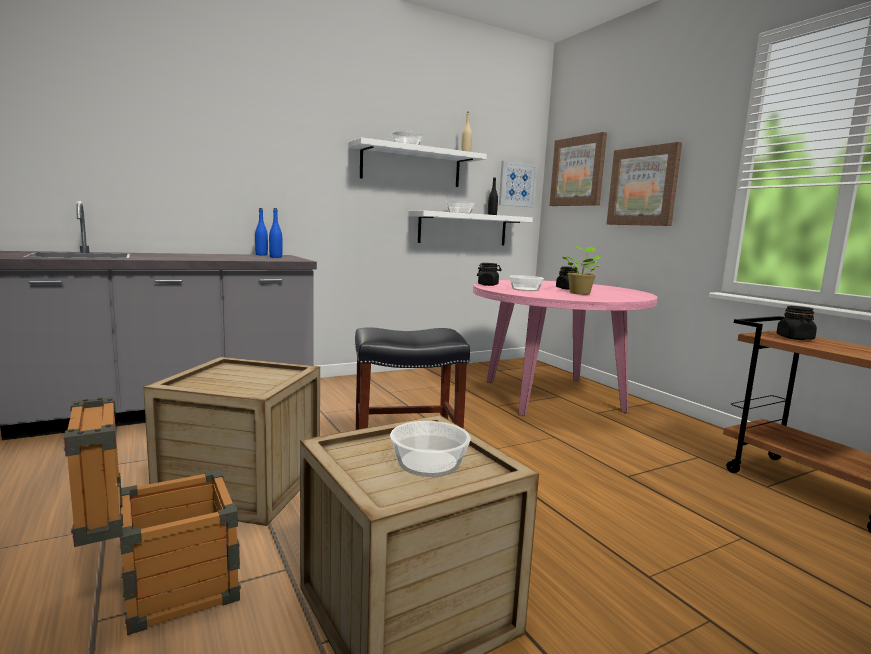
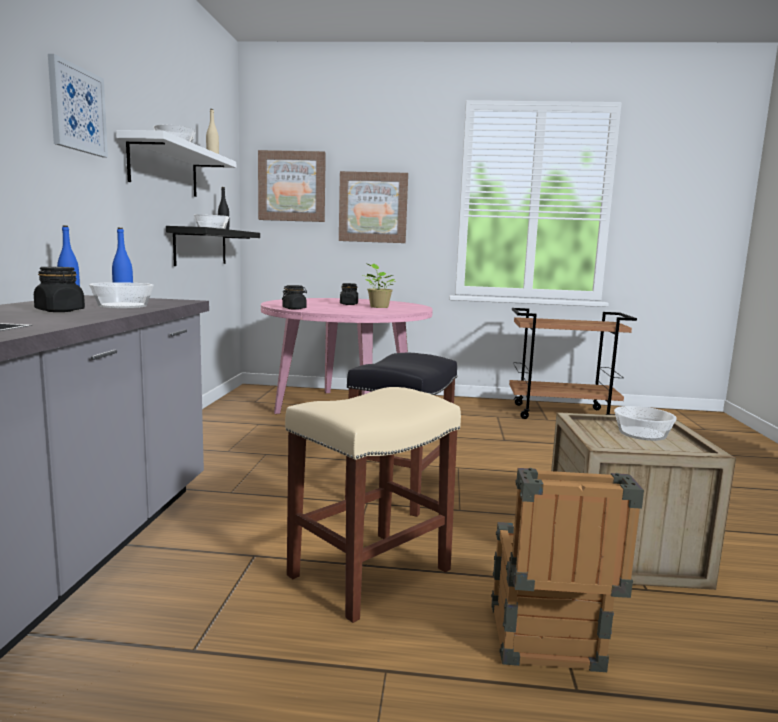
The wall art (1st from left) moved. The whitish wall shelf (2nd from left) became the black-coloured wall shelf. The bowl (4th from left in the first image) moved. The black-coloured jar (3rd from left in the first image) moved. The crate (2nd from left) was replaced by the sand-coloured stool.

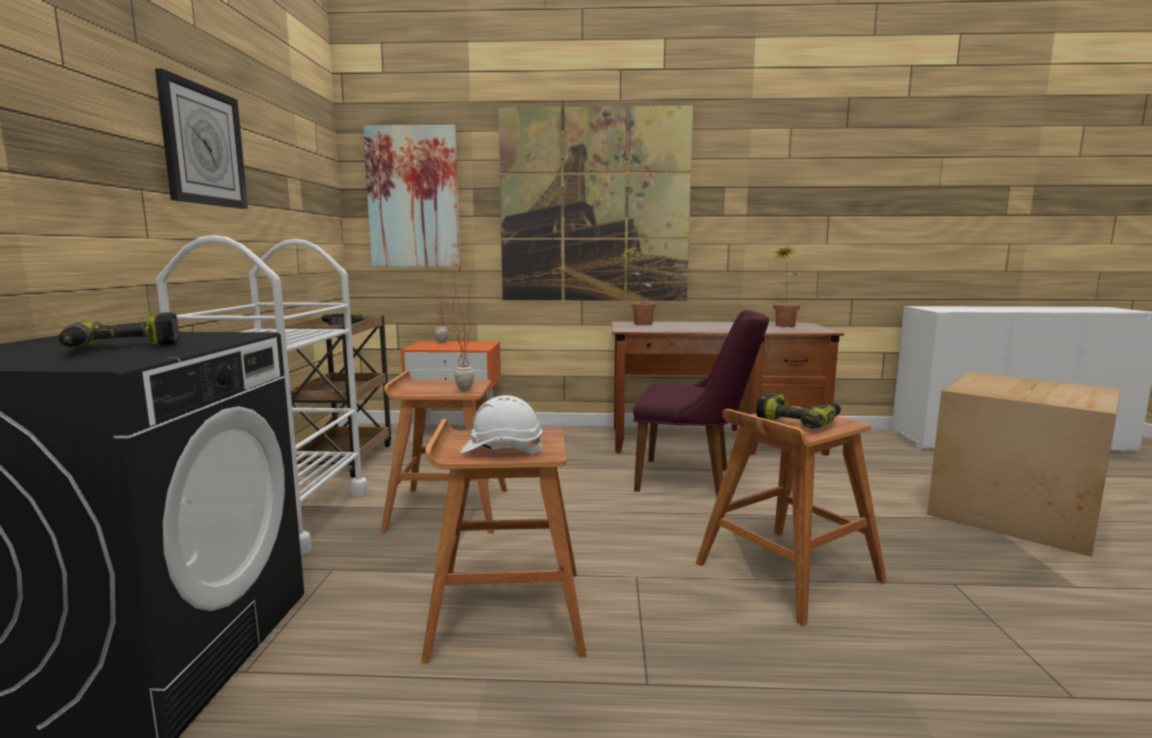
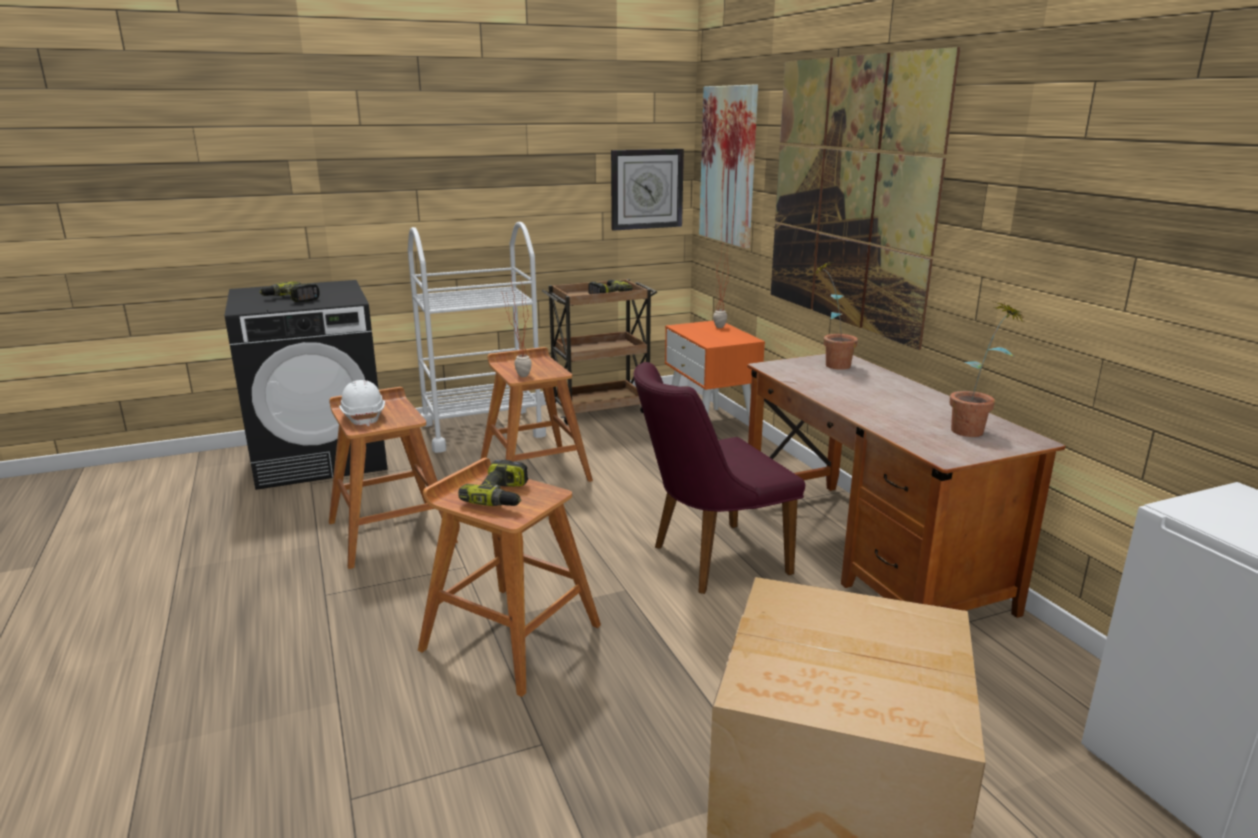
The hanging clock moved. The purplish plain chair turned 75 degrees clockwise.

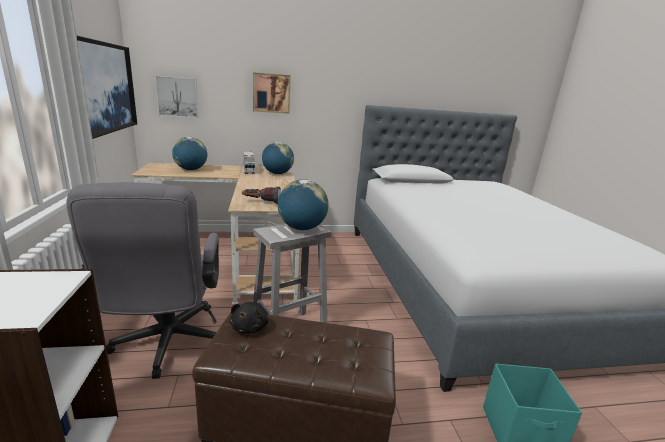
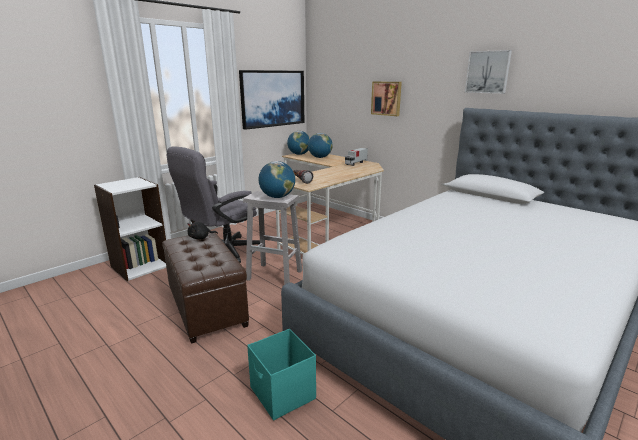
The wall art (2nd from left in the first image) moved. The desk globe (2nd from left) moved.

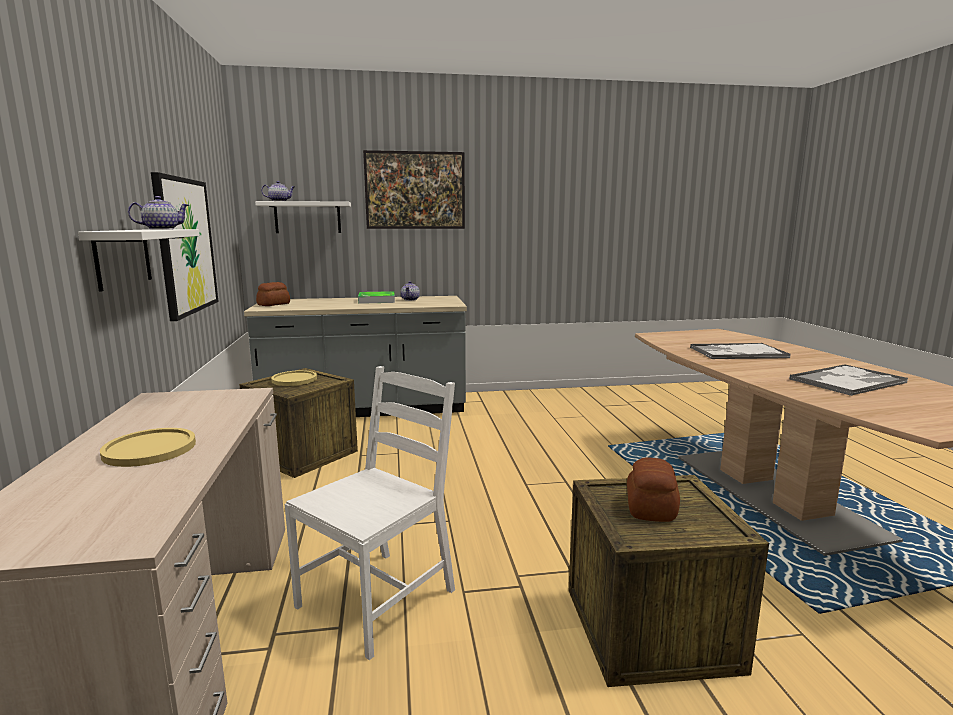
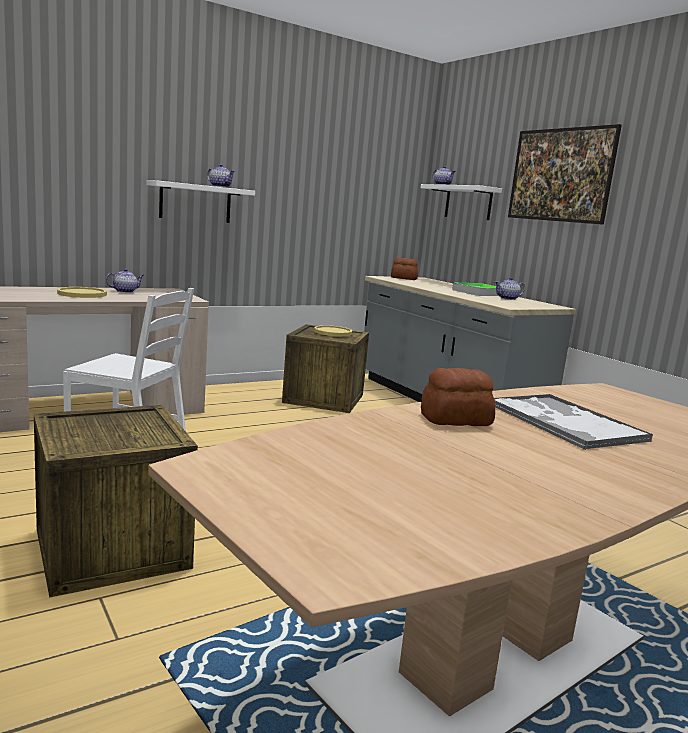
The wall art (1st from left) disappeared. The tray (3rd from left) disappeared. The bakery bread (2nd from left) moved. The teapot (1st from left) appeared.

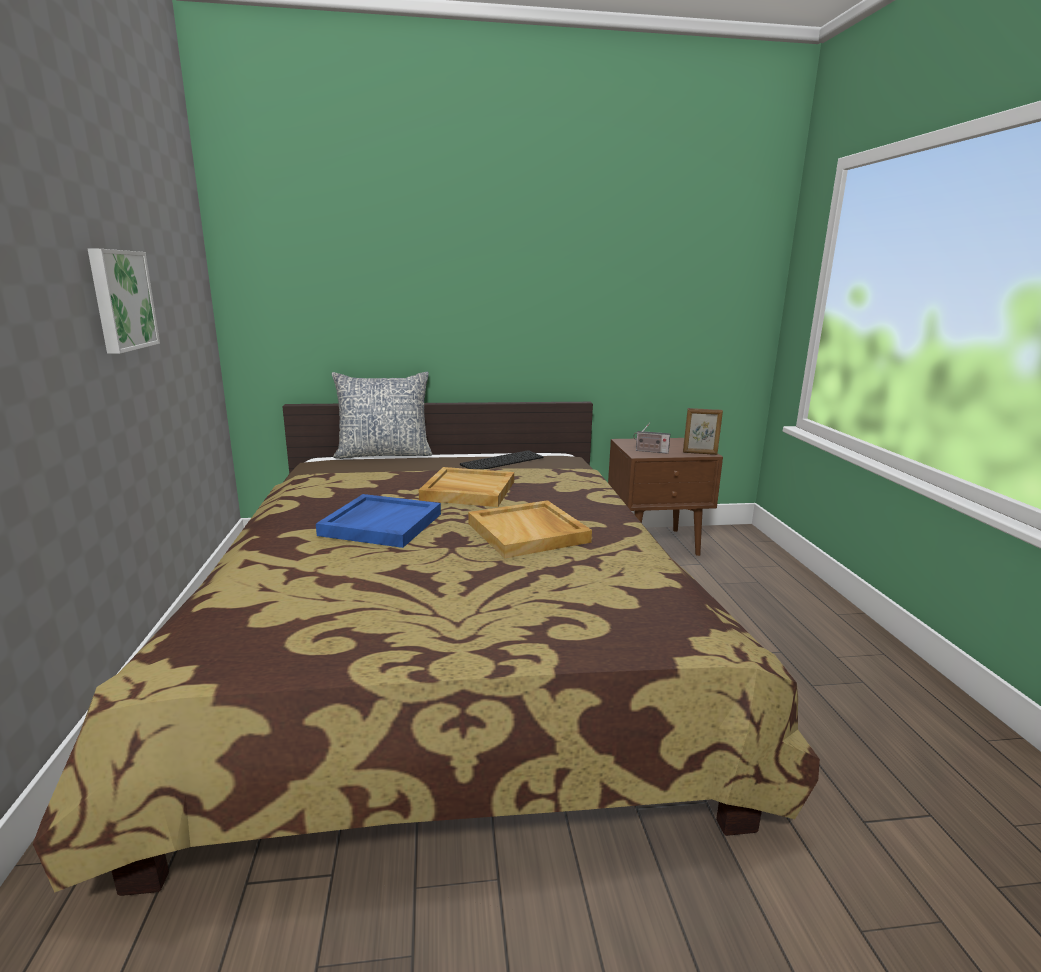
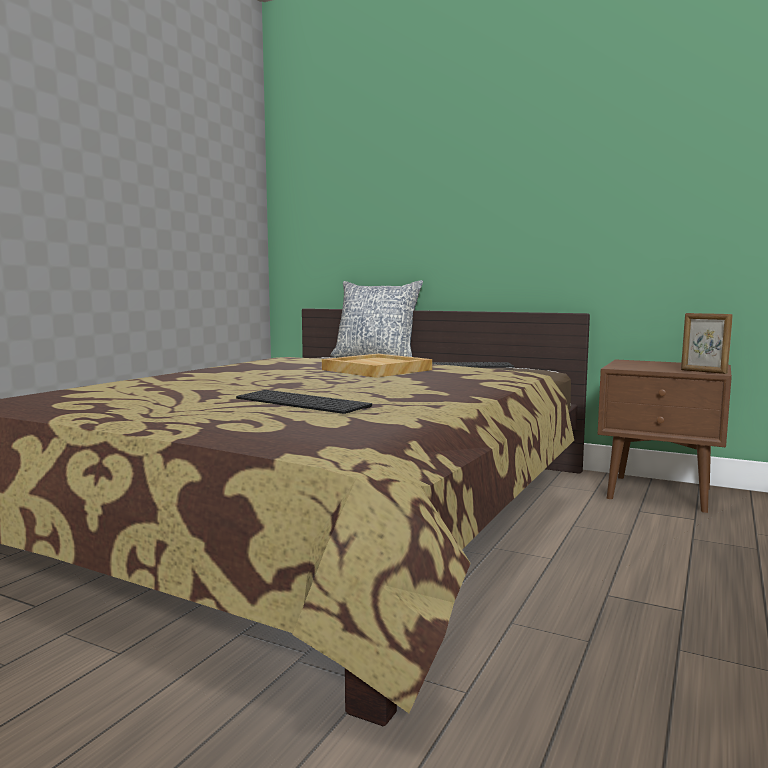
The wall art disappeared. The radio disappeared. The blue tray disappeared. The sand-coloured tray (2nd from left) disappeared. The PC keyboard (1st from left) appeared.

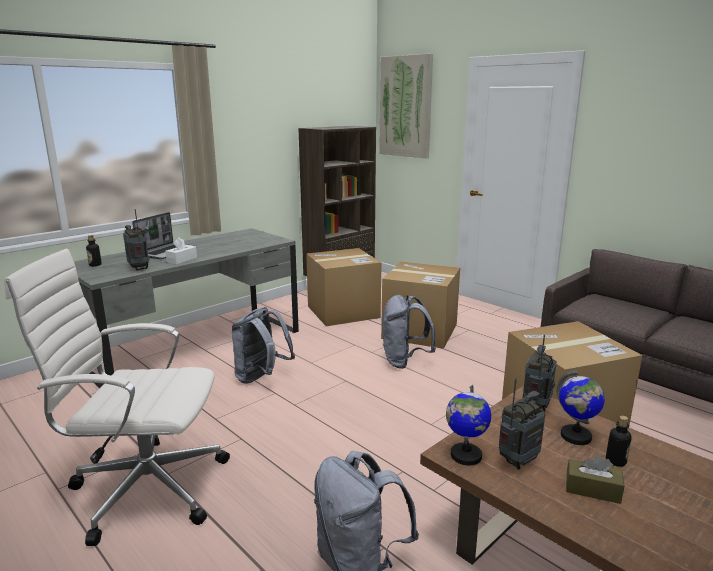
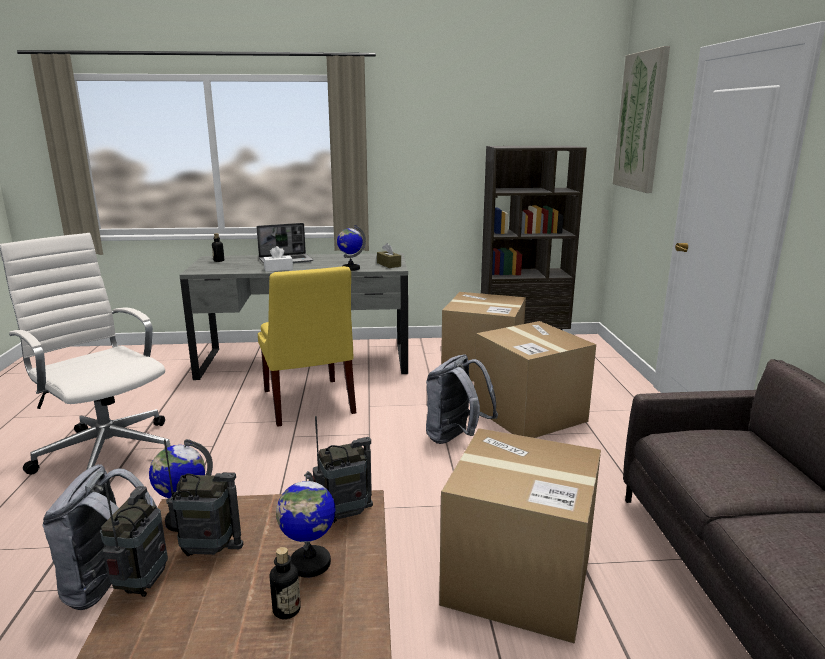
The radio (1st from left) moved. The gray backpack (1st from left) was replaced by the yellow plain chair. The brownish tissue holder moved. The desk globe (3rd from left) appeared.

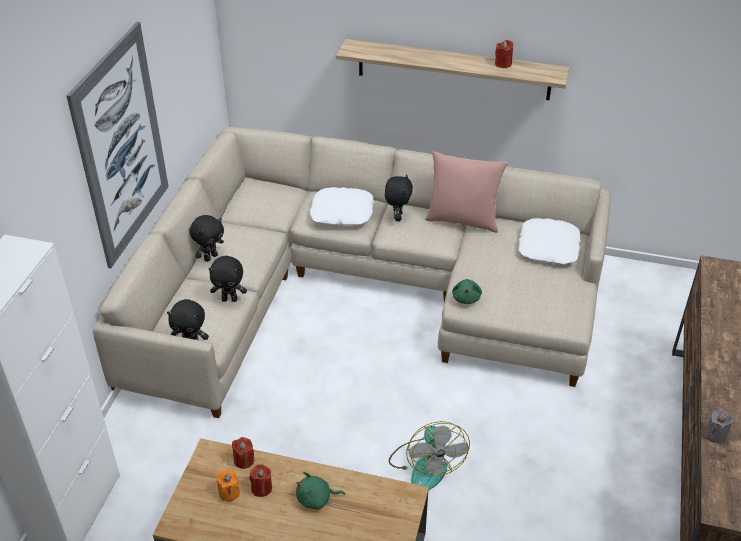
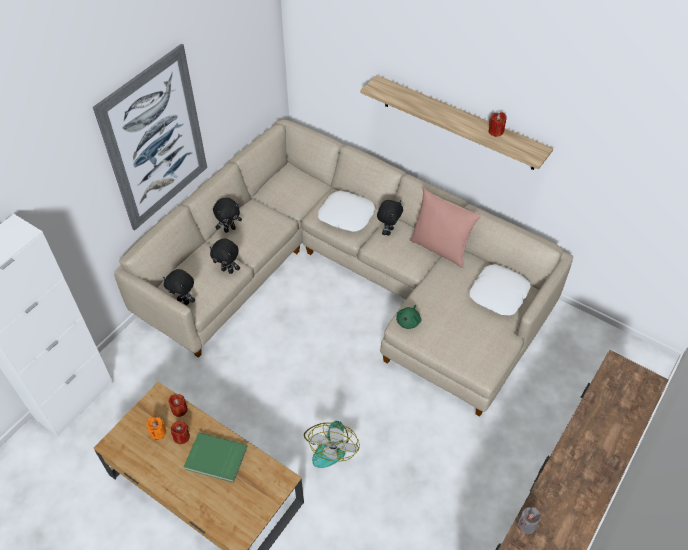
The green soft toy (1st from left) was replaced by the green volume.

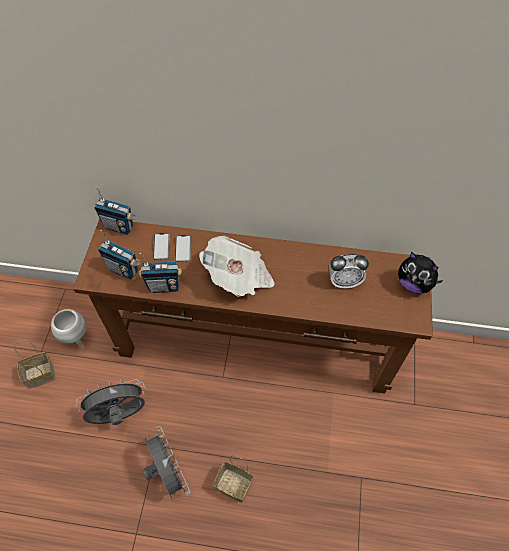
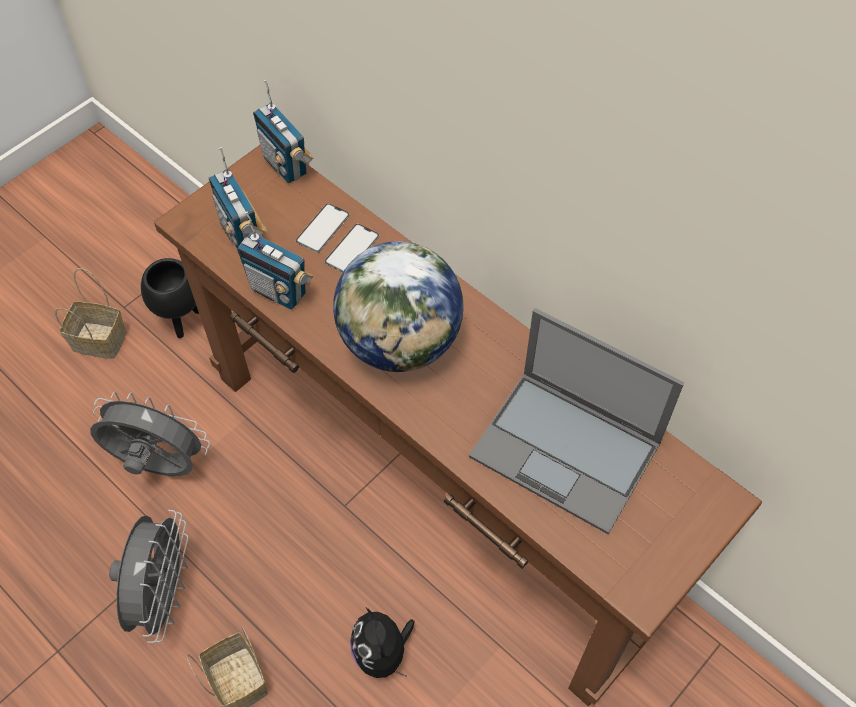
The printed paper was replaced by the desk globe. The soft toy moved. The alarm clock was replaced by the notebook computer. The whitish plant pot became the black-coloured plant pot.

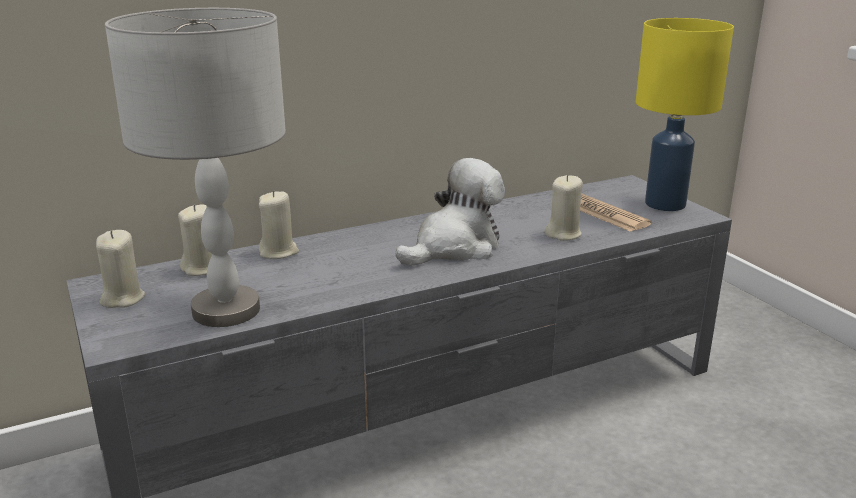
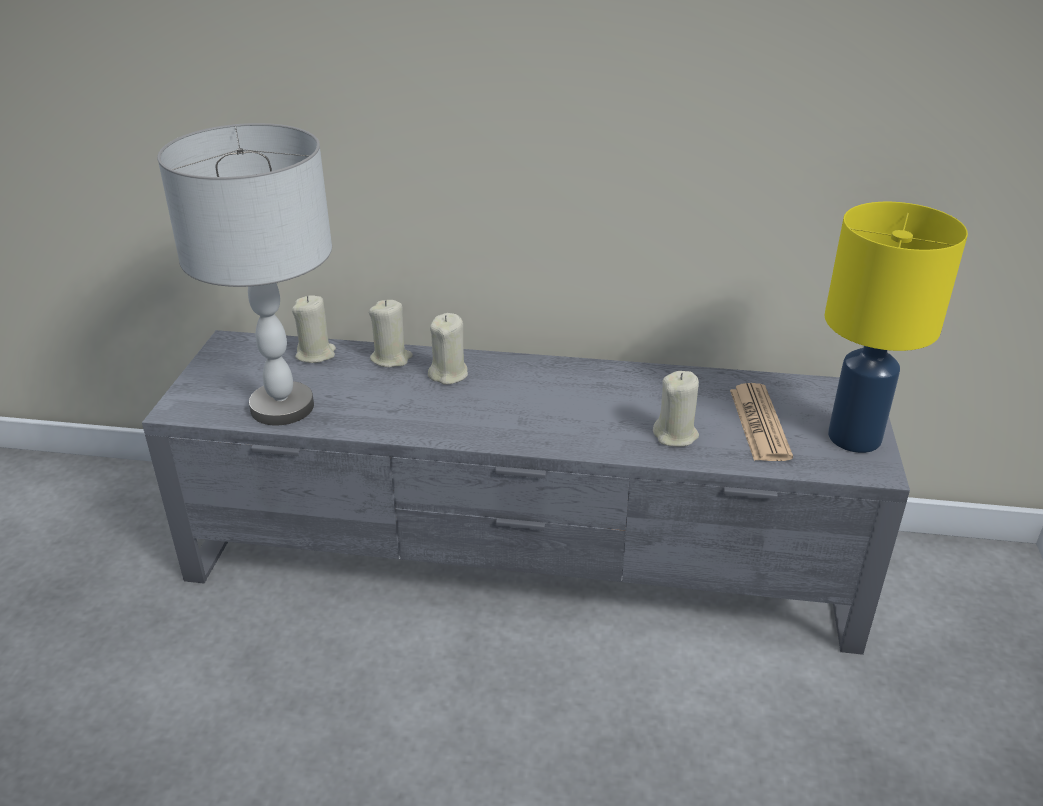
The soft toy disappeared. The sand-coloured wax candle (1st from left in the first image) moved.

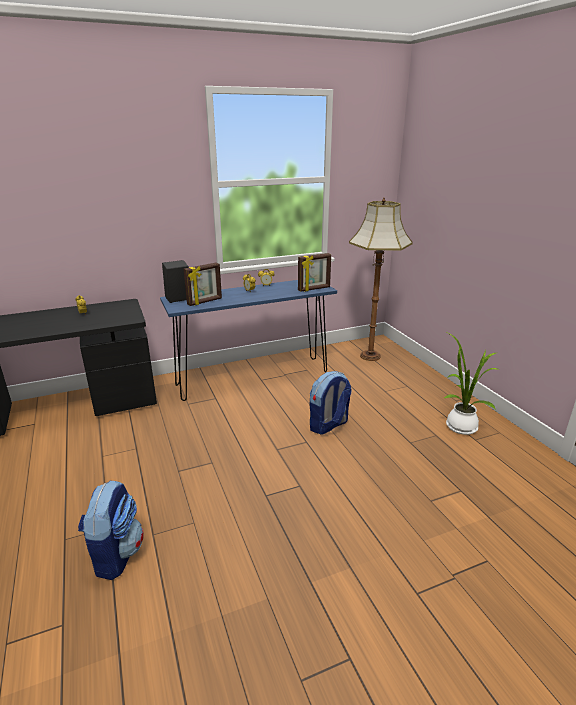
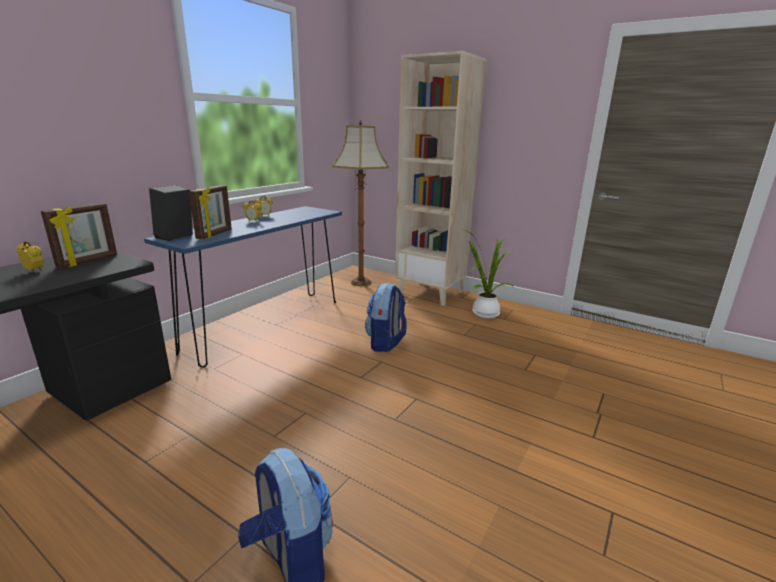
The picture frame (2nd from left in the first image) moved. The sand-coloured bookcase appeared.

